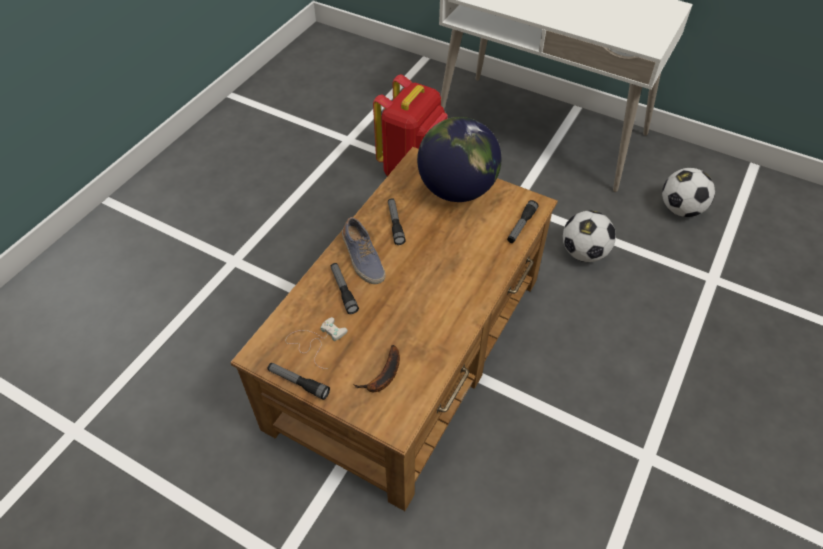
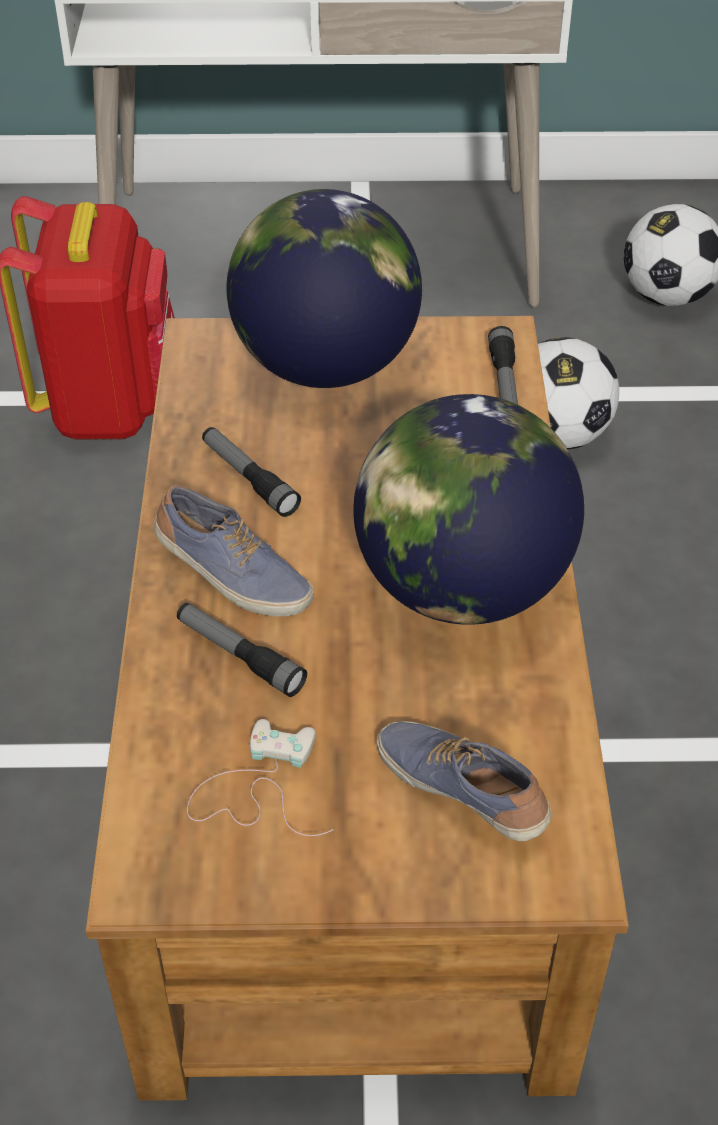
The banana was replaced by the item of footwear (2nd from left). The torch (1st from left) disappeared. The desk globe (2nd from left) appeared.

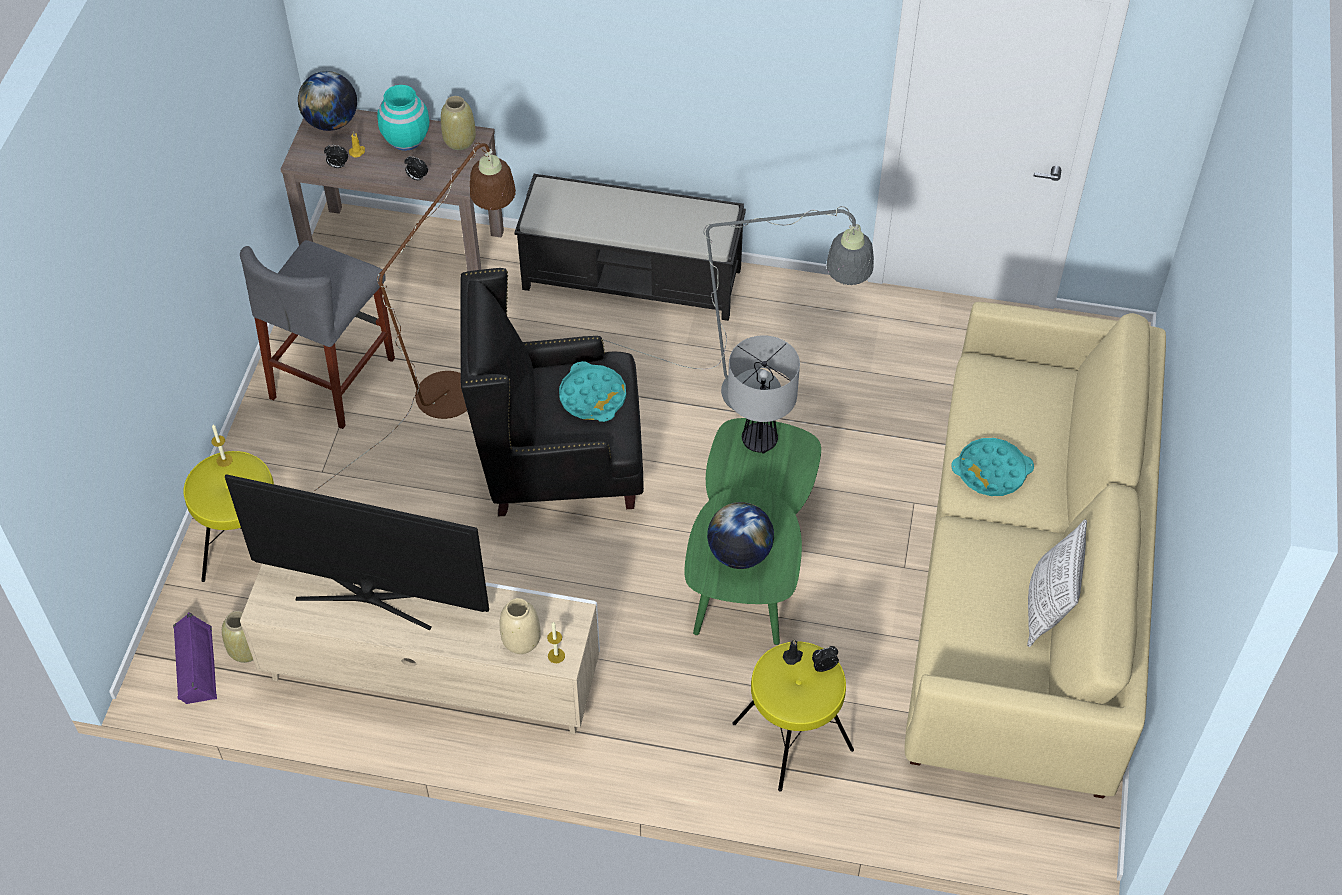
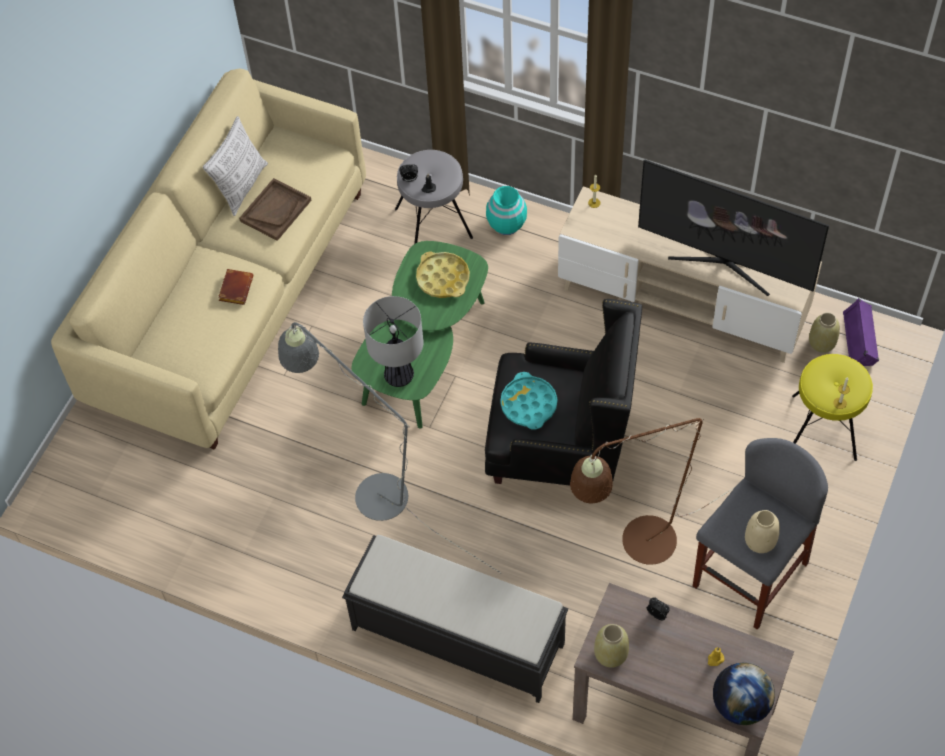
The turquoise-coloured flower vase moved. The alarm clock (1st from left) disappeared. The turquoise-coloured tray (2nd from left) was replaced by the brownish volume. The desk globe (2nd from left) was replaced by the yellow tray. The sand-coloured flower vase (3rd from left in the first image) moved. The yellow stool (2nd from left) became the gray stool (1st from left). The brownish tray appeared.

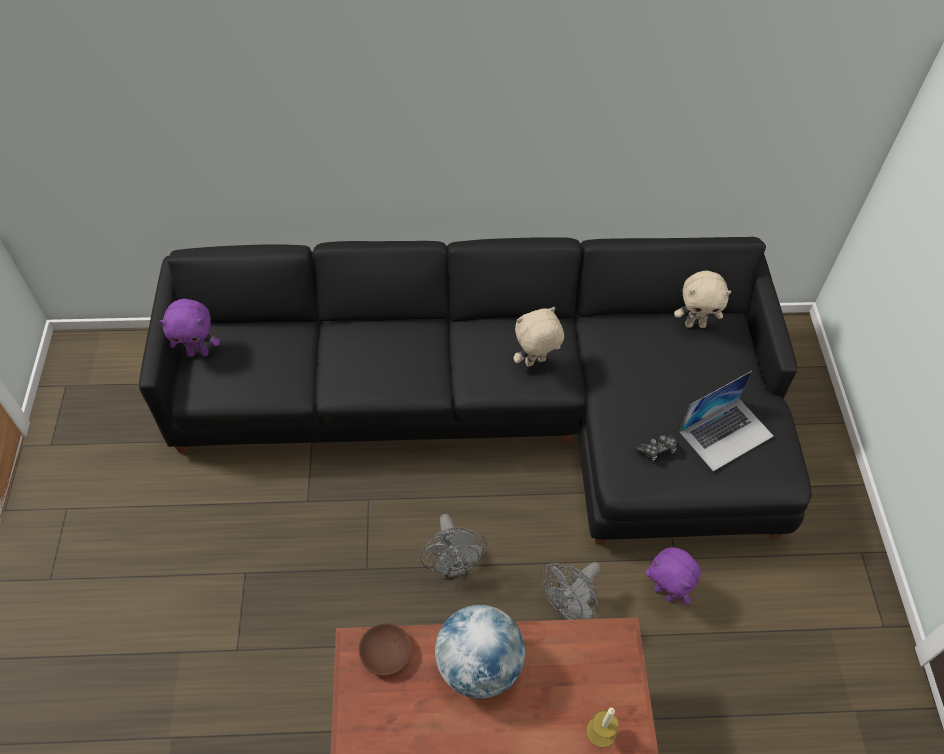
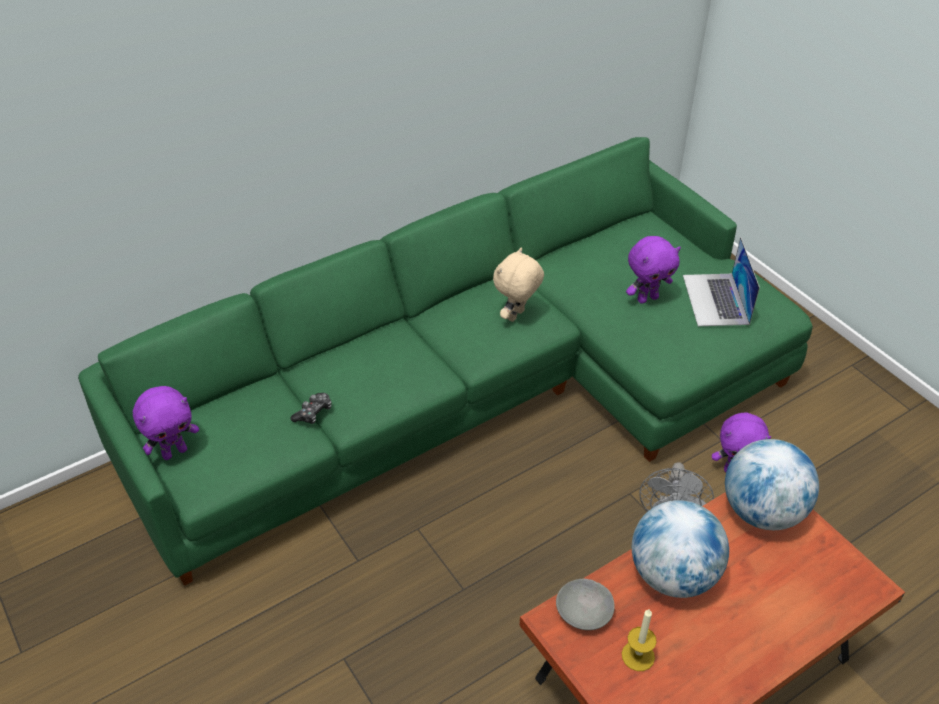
The black-coloured sofa became the green sofa. The sand-coloured soft toy (2nd from left) disappeared. The notebook computer turned 150 degrees clockwise. The gamepad moved. The gray cooling fan (1st from left) disappeared. The brownish bowl became the gray bowl. The wax candle moved. The purplish soft toy (2nd from left) appeared. The desk globe (2nd from left) appeared.

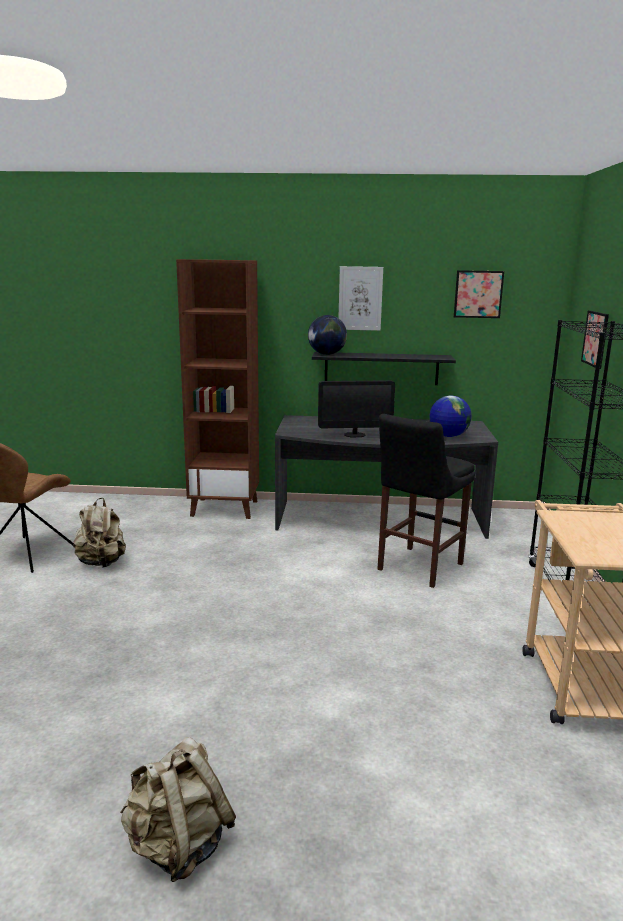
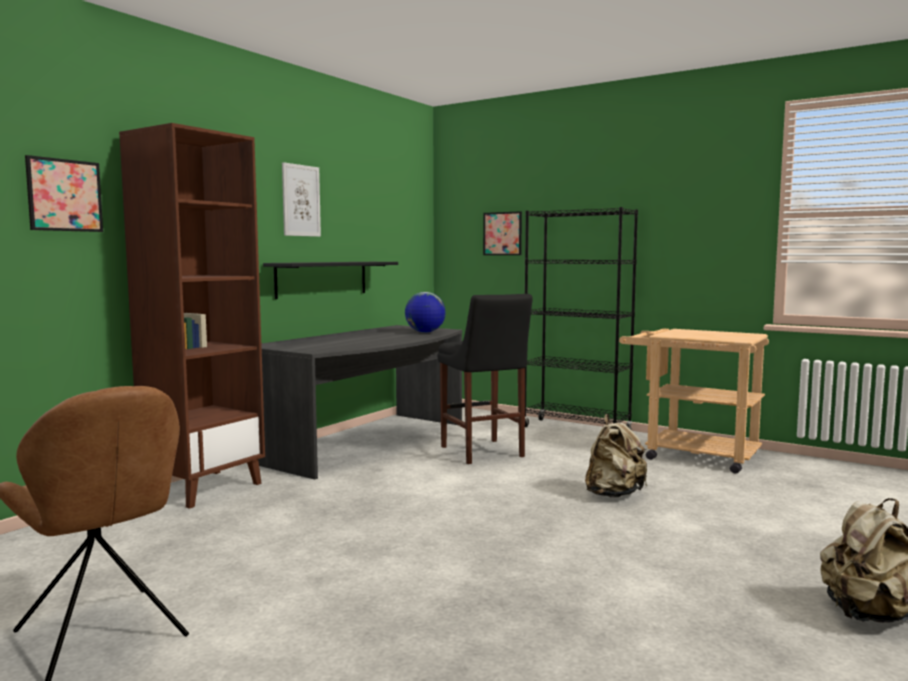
The wall art (2nd from left in the first image) moved. The desk globe (1st from left) disappeared. The monitor disappeared. The sand-coloured backpack (1st from left) moved.

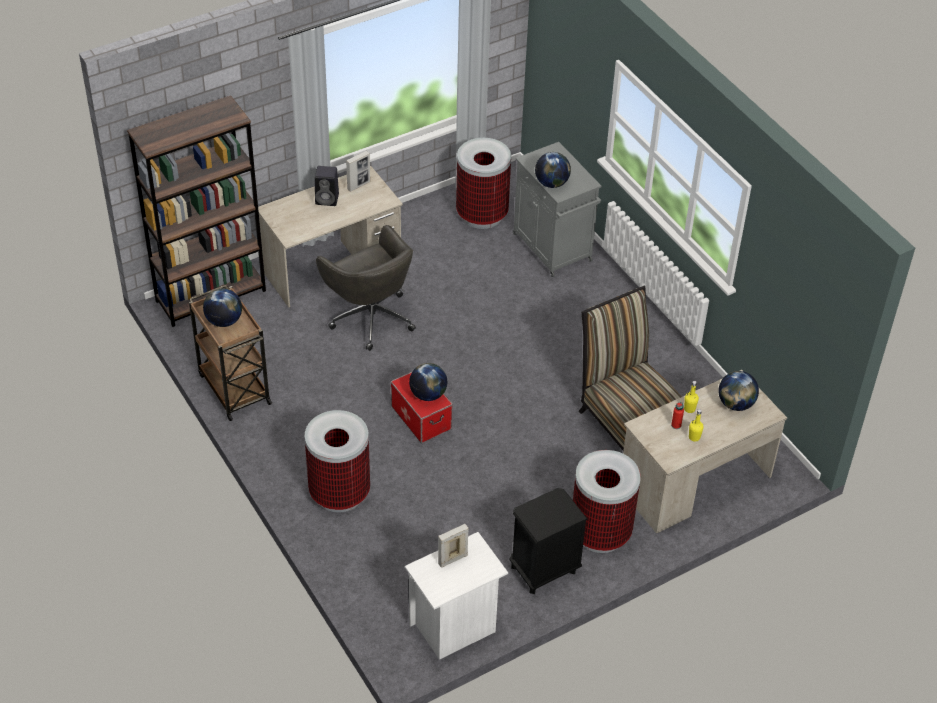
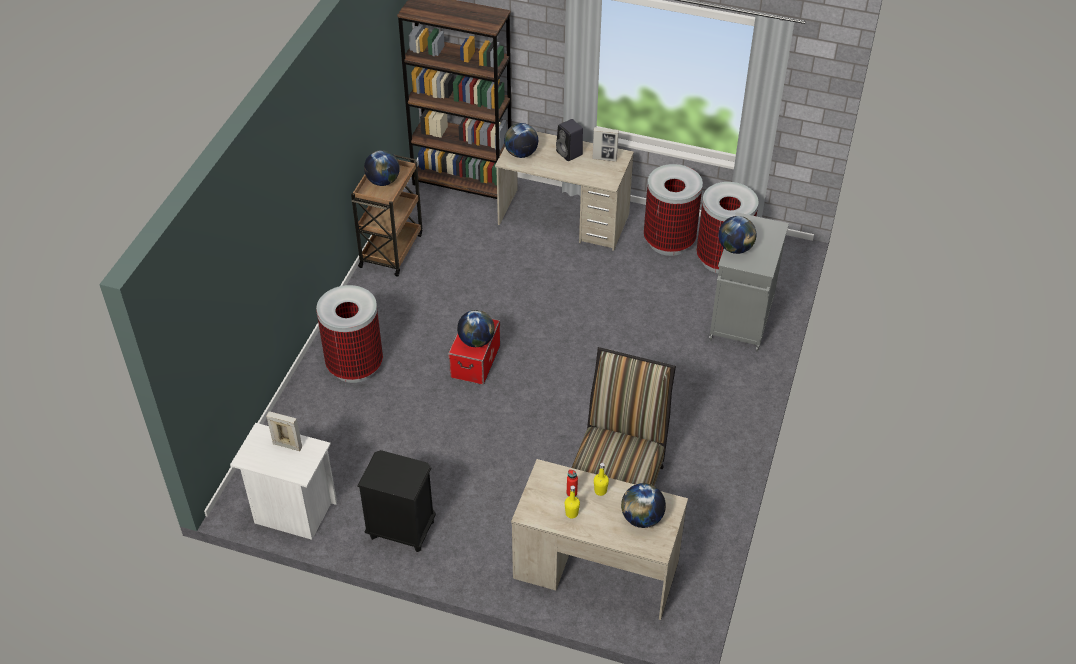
The gray desk chair disappeared. The trash can (3rd from left in the first image) moved. The desk globe (3rd from left) appeared.

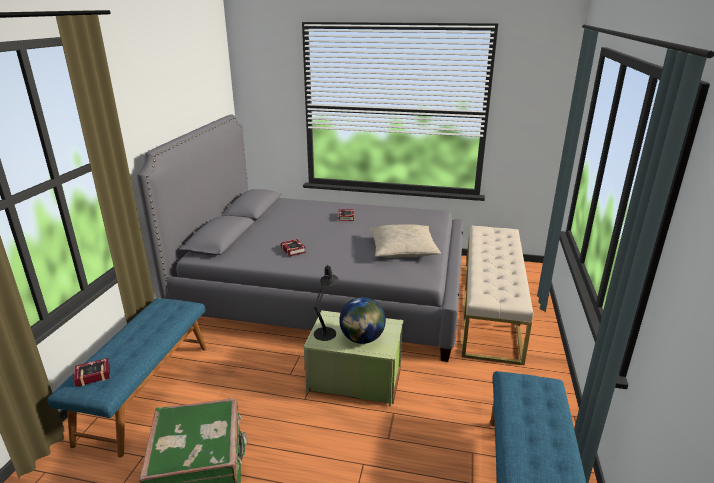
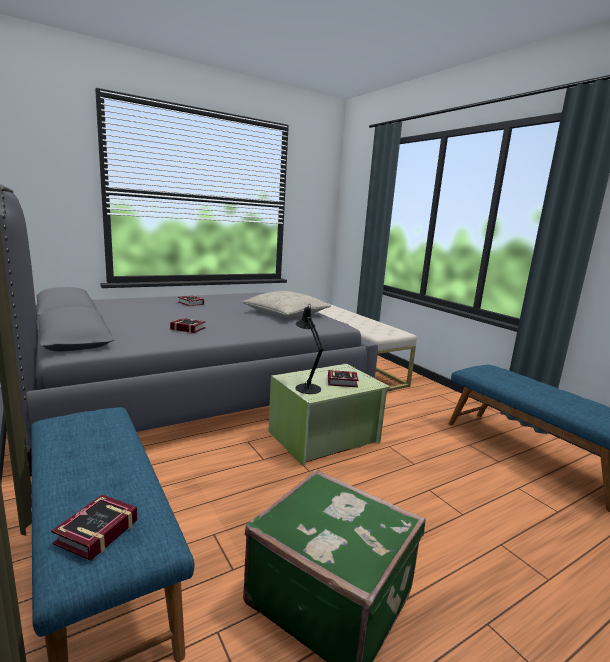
The desk globe was replaced by the volume (4th from left).

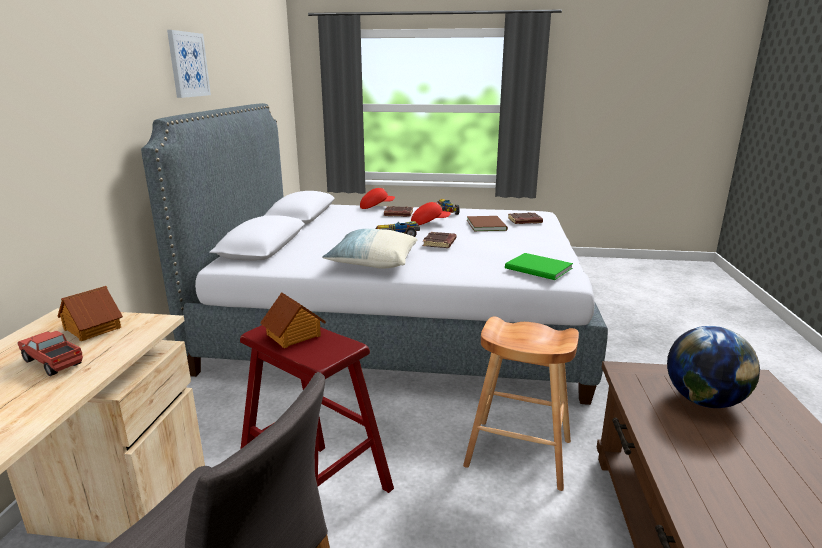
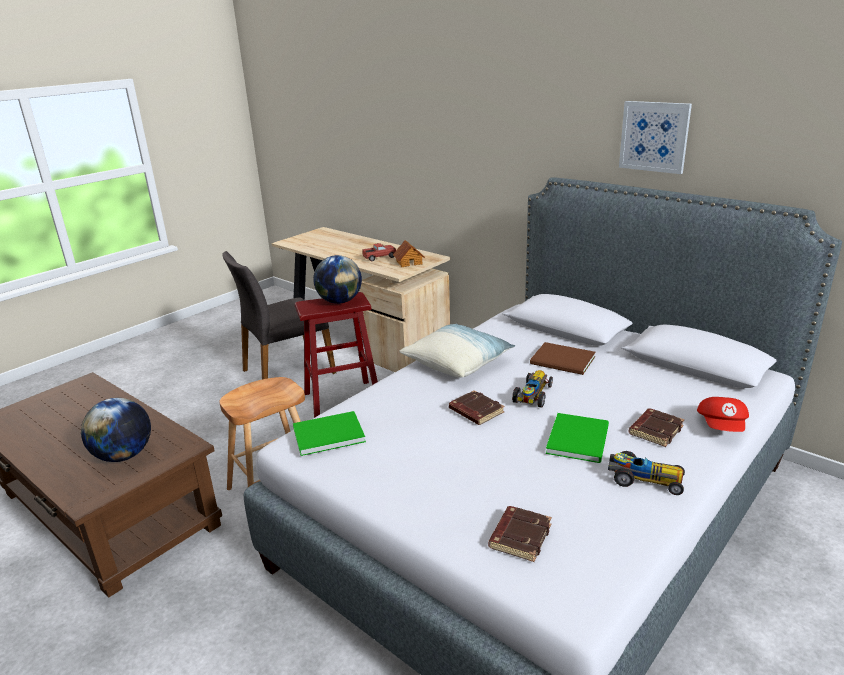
The red-coloured baseball cap (2nd from left) was replaced by the green volume (2nd from left). The brownish volume (3rd from left) moved. The model house (2nd from left) was replaced by the desk globe (2nd from left).

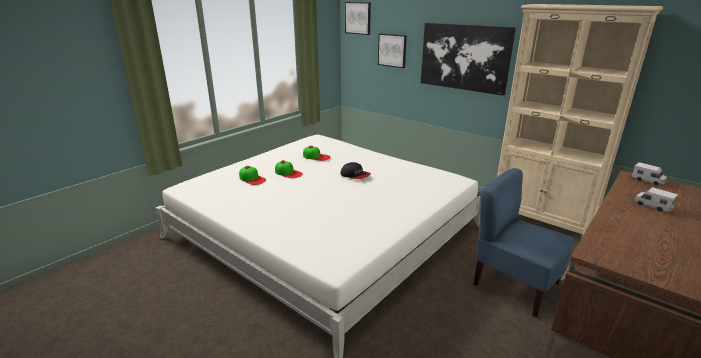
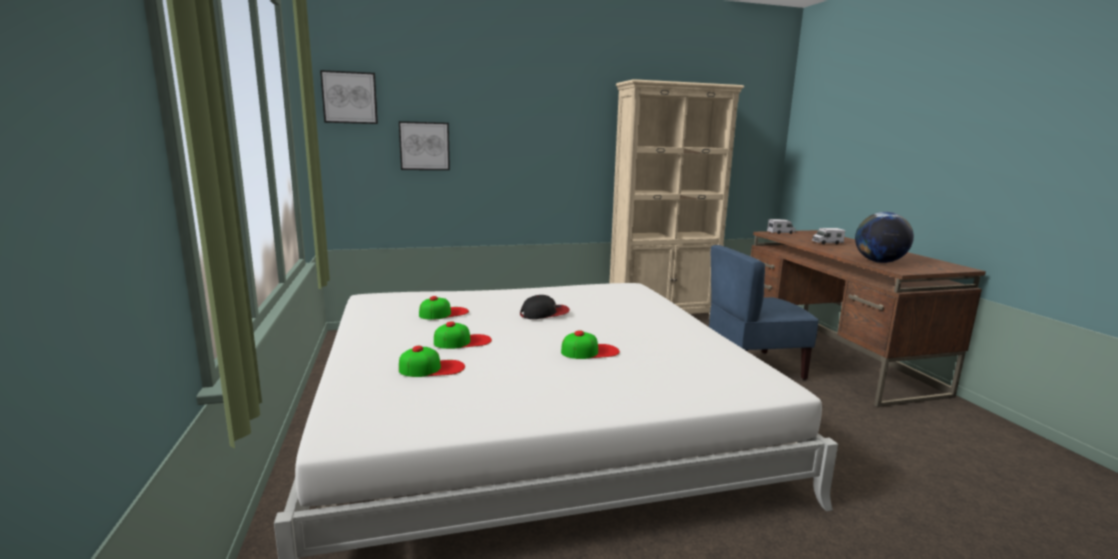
The wall art (3rd from left) disappeared. The desk globe appeared. The baseball cap (5th from left) appeared.

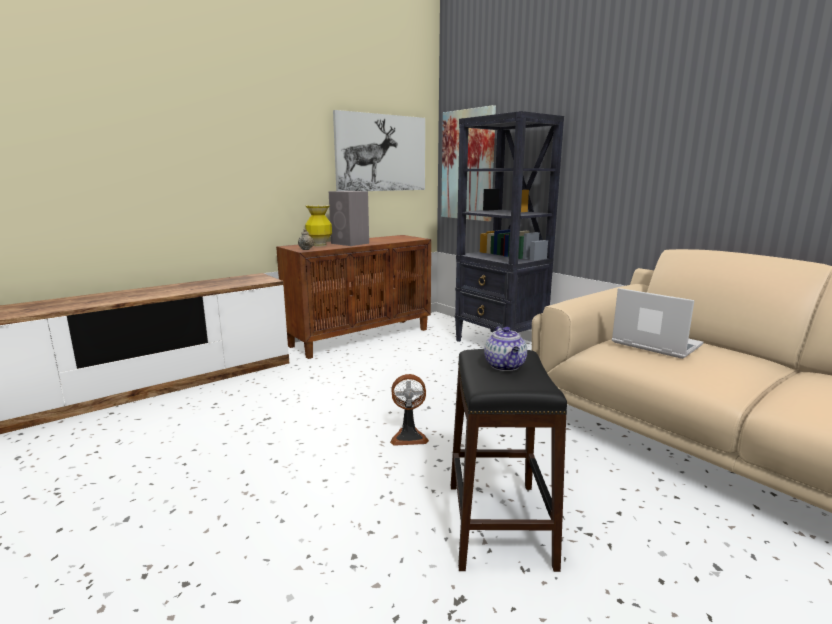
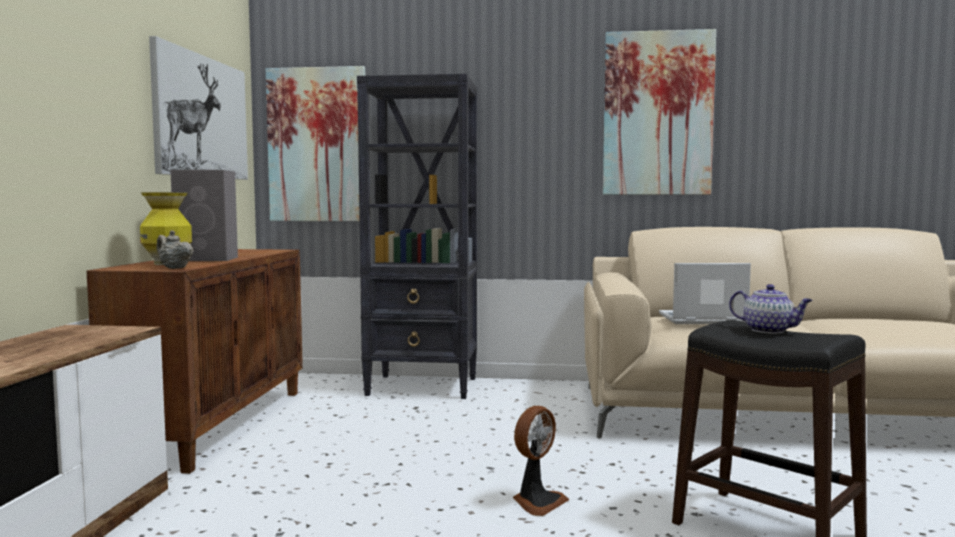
The wall art (3rd from left) appeared.

